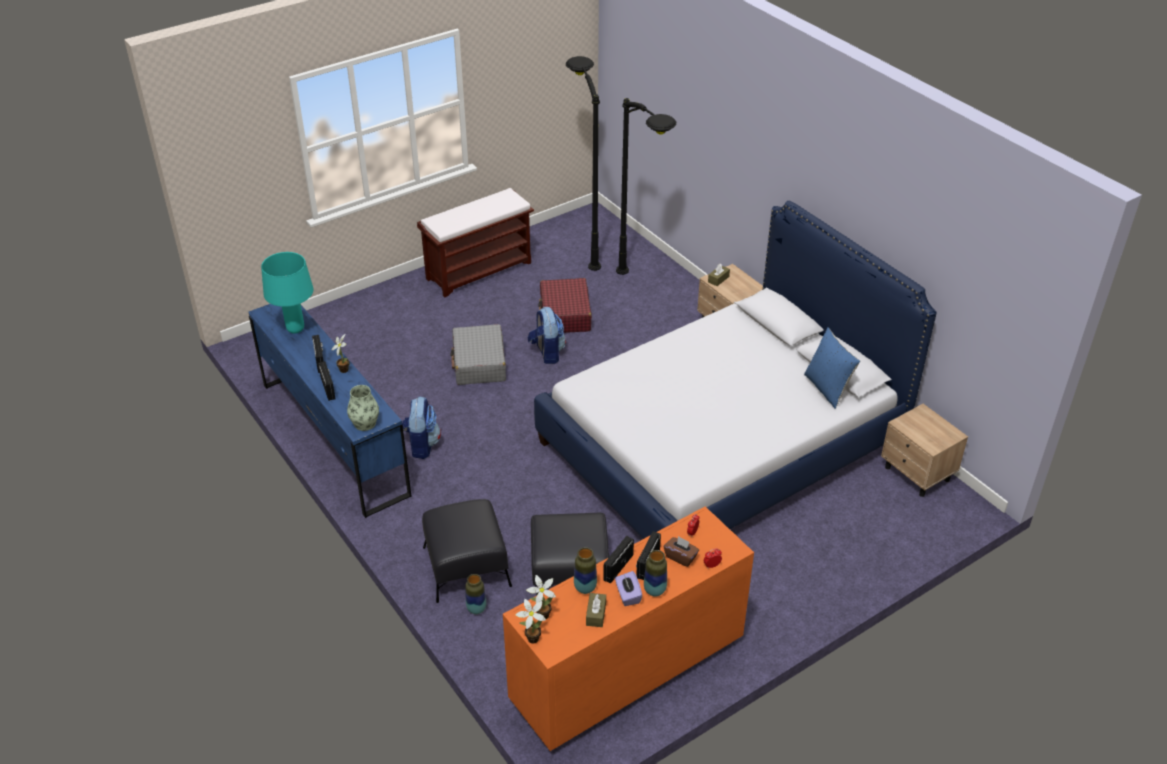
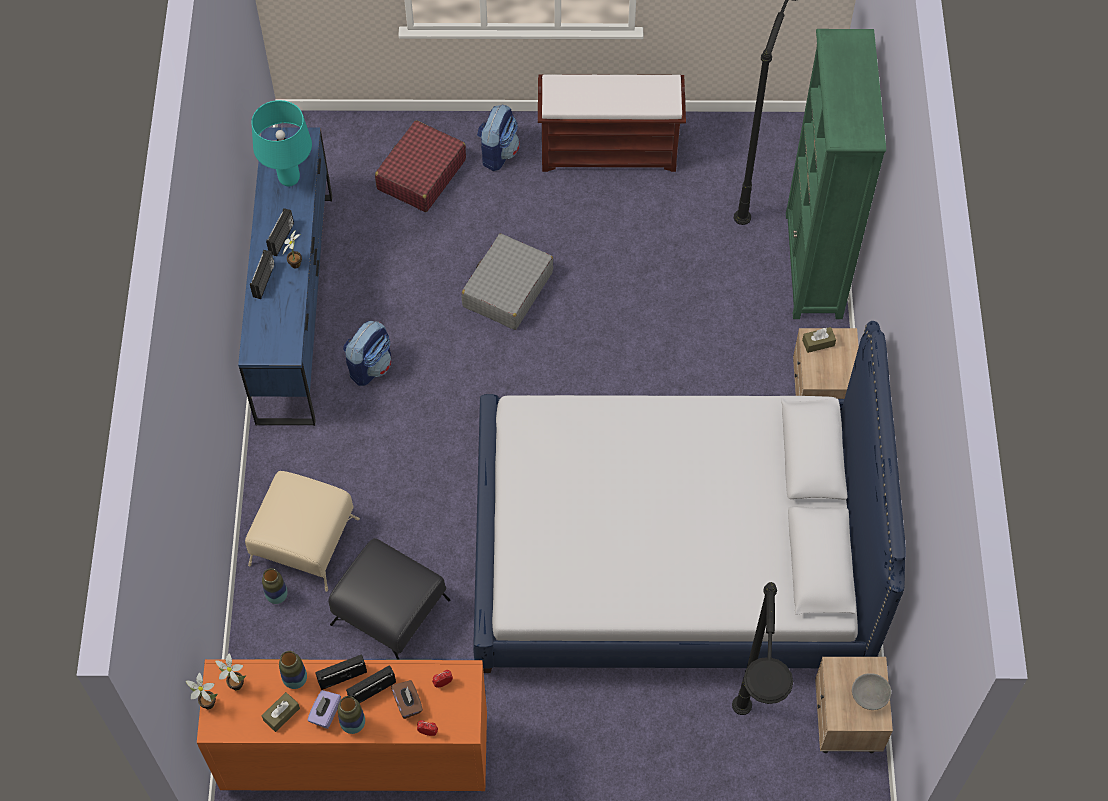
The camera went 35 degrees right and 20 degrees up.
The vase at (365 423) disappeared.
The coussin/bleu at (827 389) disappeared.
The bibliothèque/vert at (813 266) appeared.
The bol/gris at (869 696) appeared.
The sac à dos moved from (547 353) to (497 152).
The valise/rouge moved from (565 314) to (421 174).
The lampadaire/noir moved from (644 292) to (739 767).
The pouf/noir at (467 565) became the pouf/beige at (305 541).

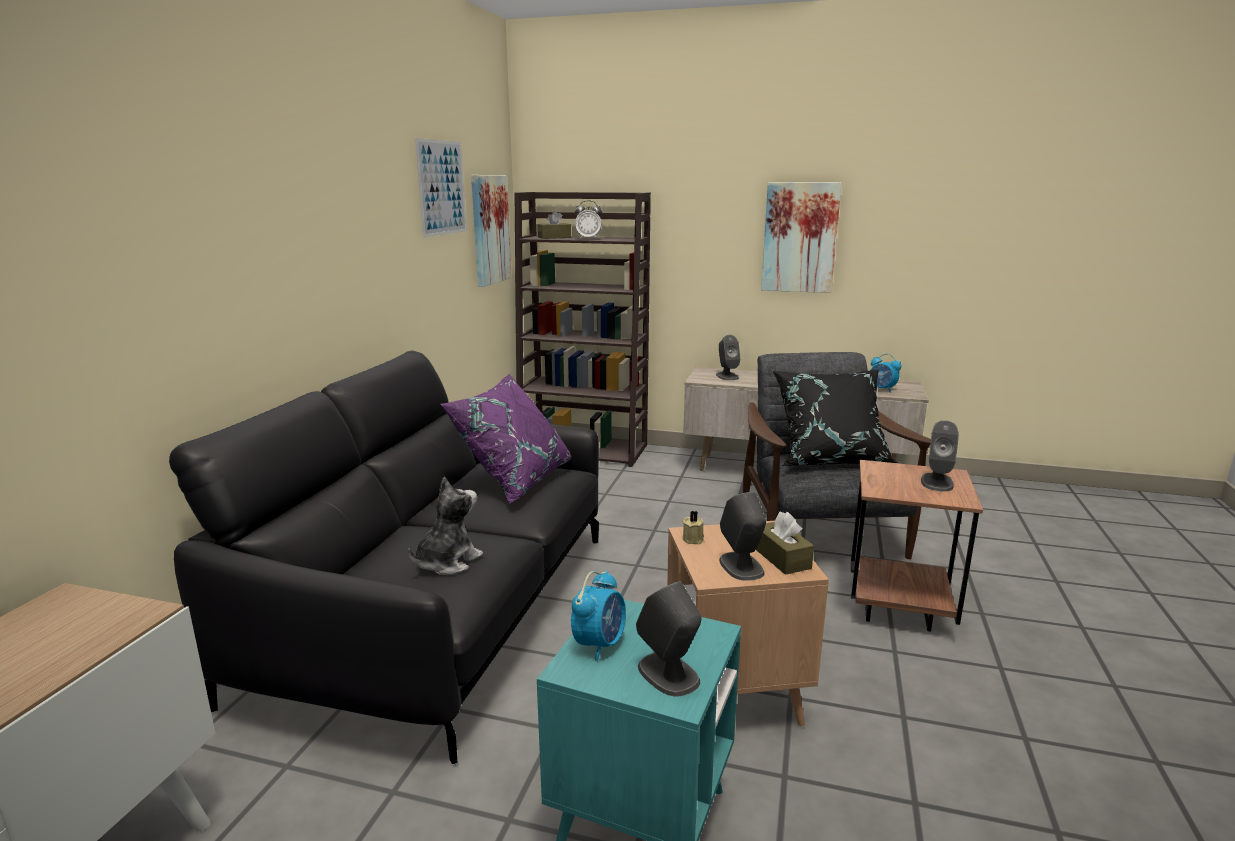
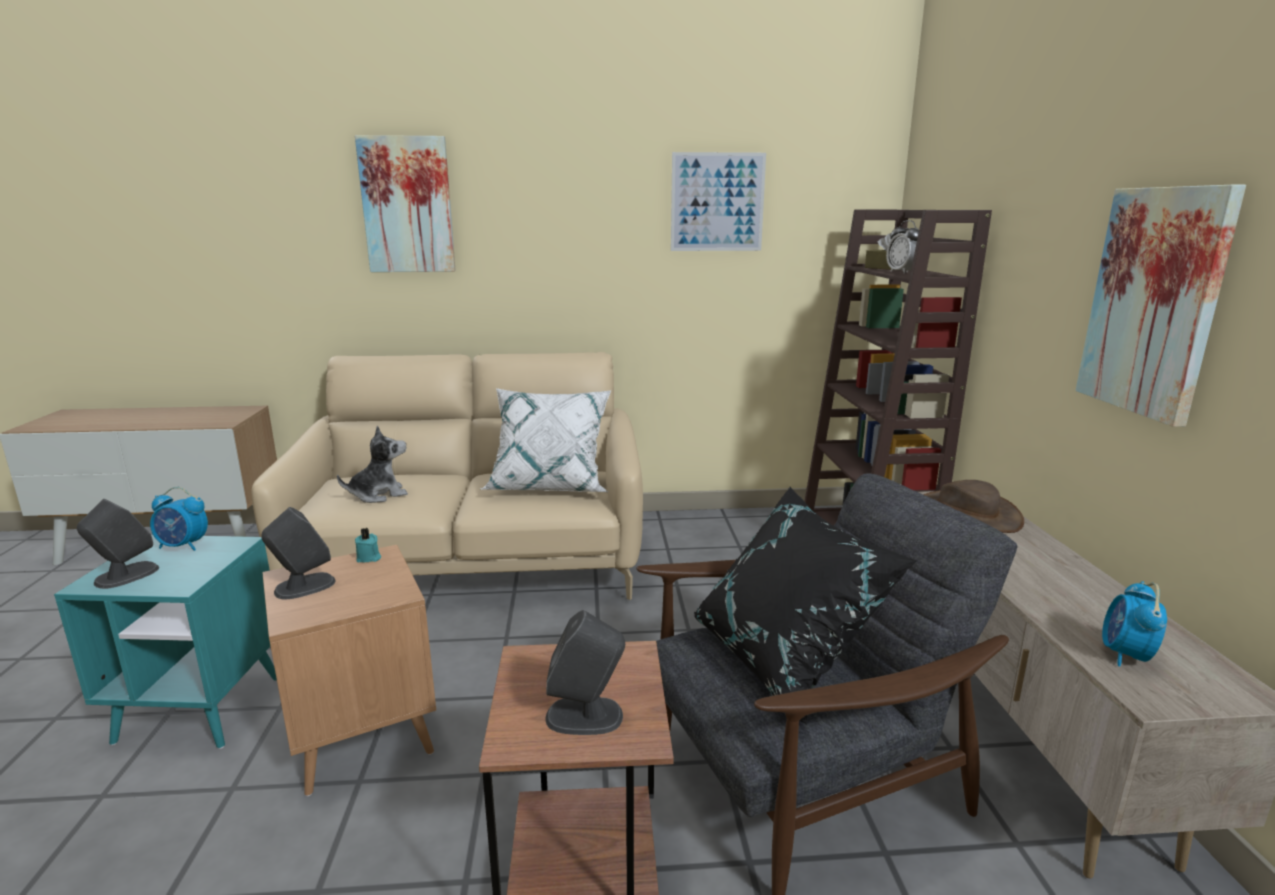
The camera went 70 degrees right and 0 degrees up.
The boîte à mouchoirs/marron at (781 558) disappeared.
The tableau moved from (489 229) to (407 205).
The enceinte/gris at (727 376) was replaced by the chapeau/marron at (966 513).
The canapé/noir at (440 612) became the canapé/beige at (473 559).
The coussin/violet at (514 480) became the coussin/blanc at (550 485).
The bougie/beige at (694 539) became the bougie/turquoise at (369 558).
The peluche at (447 562) turned 45 degrees counterclockwise.

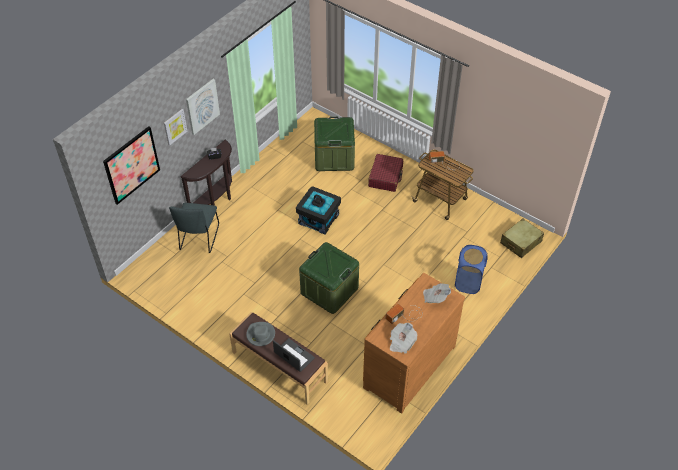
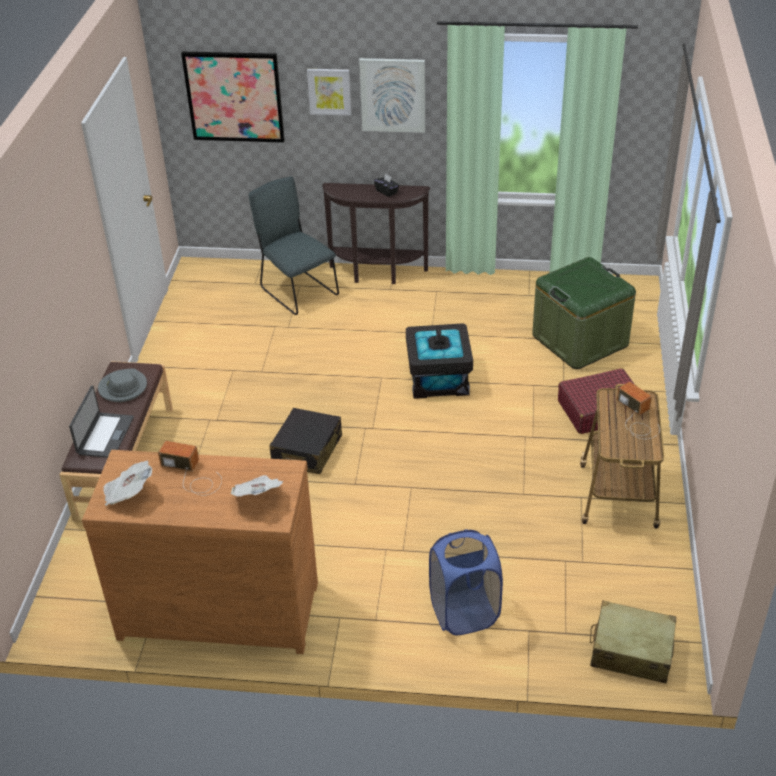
The camera went 60 degrees right and 10 degrees down.
The boîte de rangement/vert at (329 290) was replaced by the valise/noir at (307 450).
The chaise/gris at (198 239) turned 75 degrees clockwise.

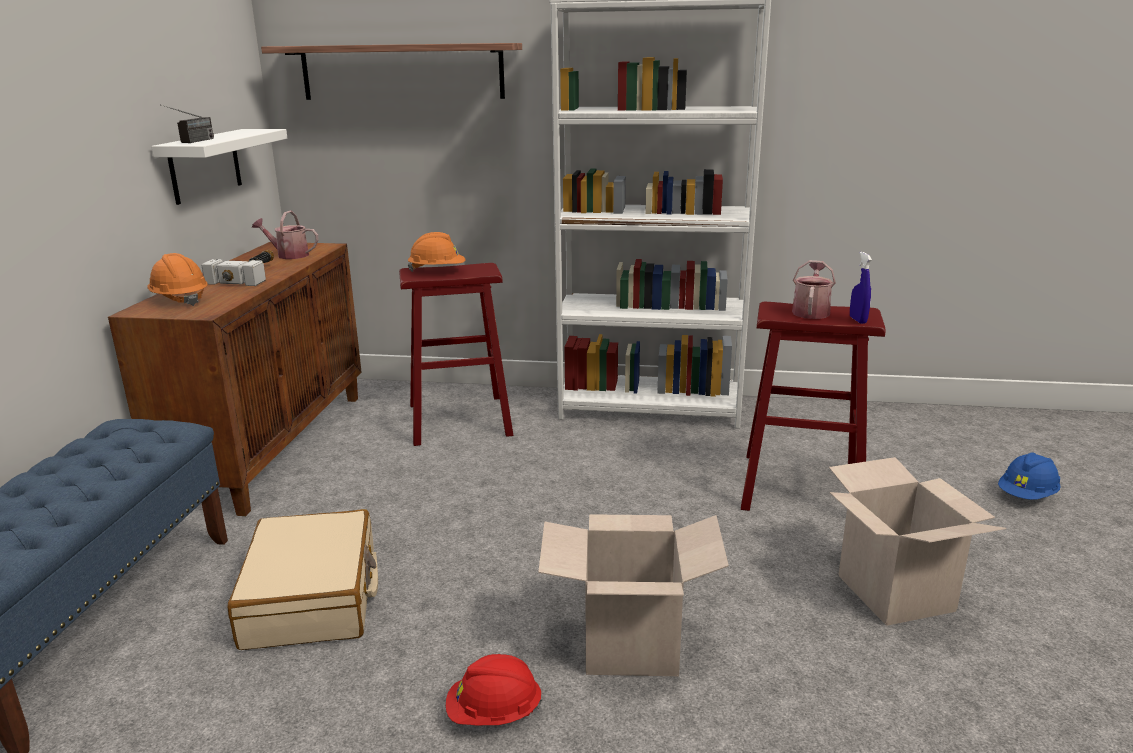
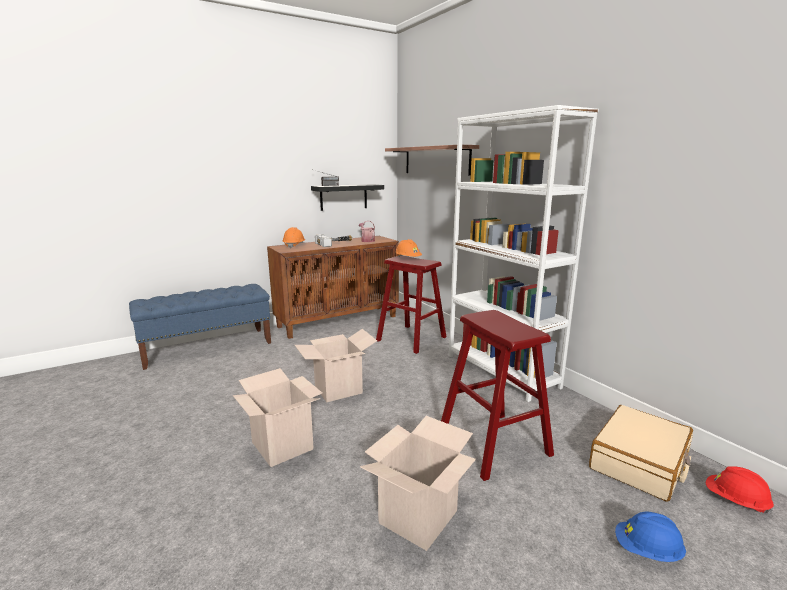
The camera went 50 degrees right and 5 degrees down.
The arrosoir at (811 311) disappeared.
The vaporisateur/bleu at (857 320) disappeared.
The carton at (338 389) appeared.
The valise/beige moved from (312 597) to (639 462).
The casque de chantier/rouge moved from (494 713) to (735 501).
The étagère/blanc at (205 165) became the étagère/noir at (343 197).

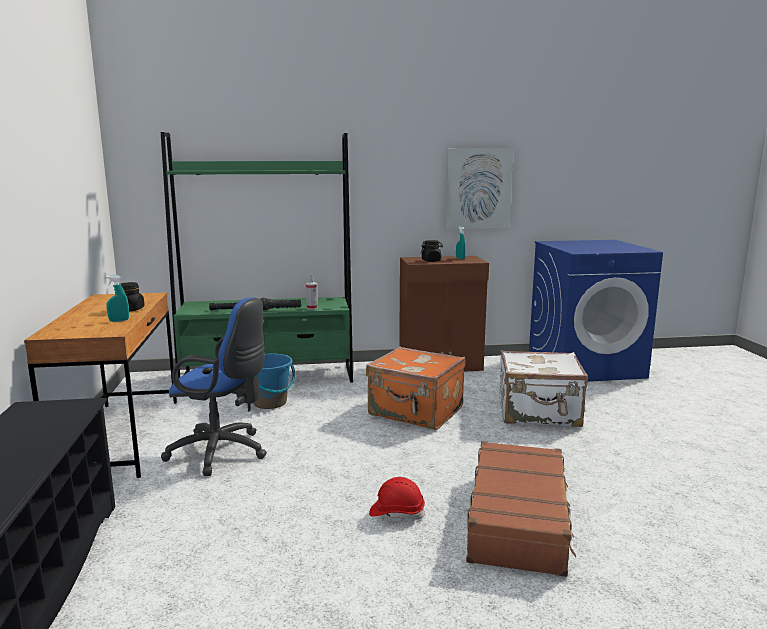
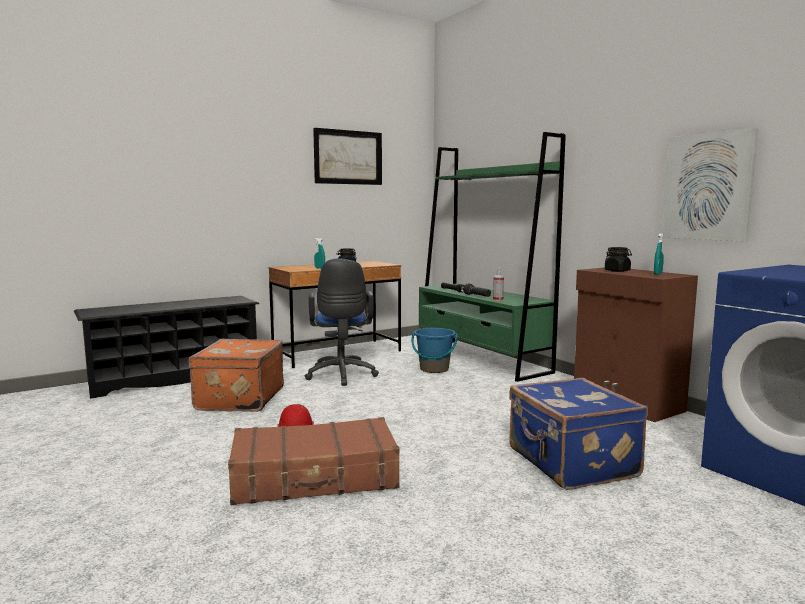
The camera went 65 degrees right and 5 degrees down.
The tableau at (348 157) appeared.
The valise/orange moved from (416 412) to (238 399).
The valise/blanc at (539 413) became the valise/bleu at (570 463).

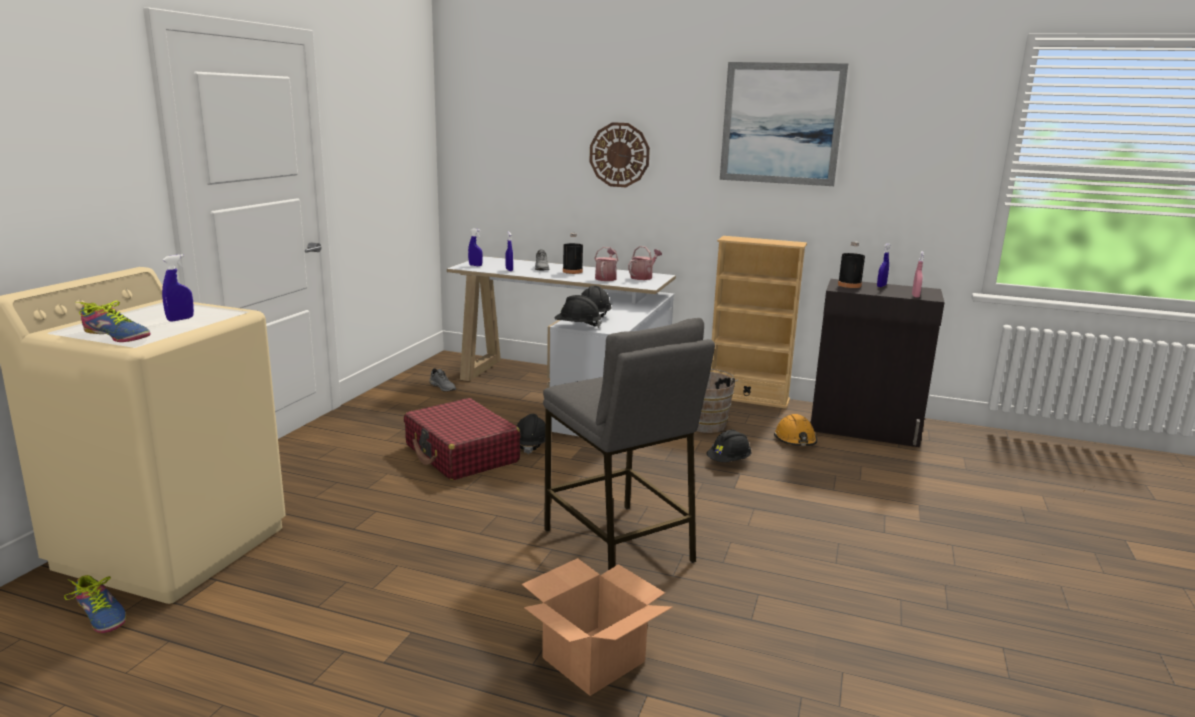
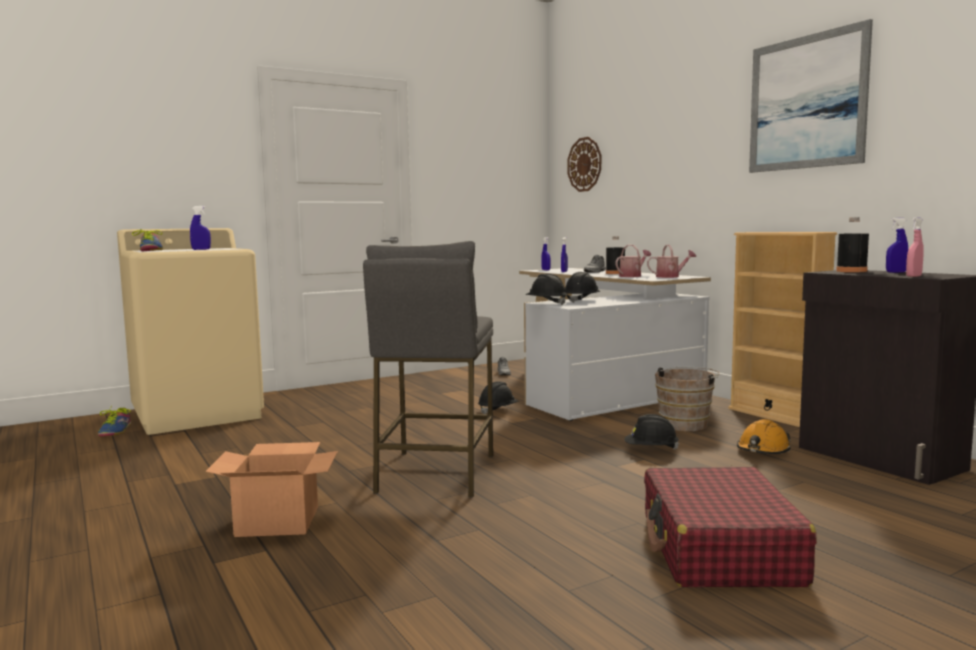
The camera went 40 degrees right and 10 degrees down.
The valise/rouge moved from (461 454) to (719 550).
The horloge murale moved from (619 155) to (584 164).

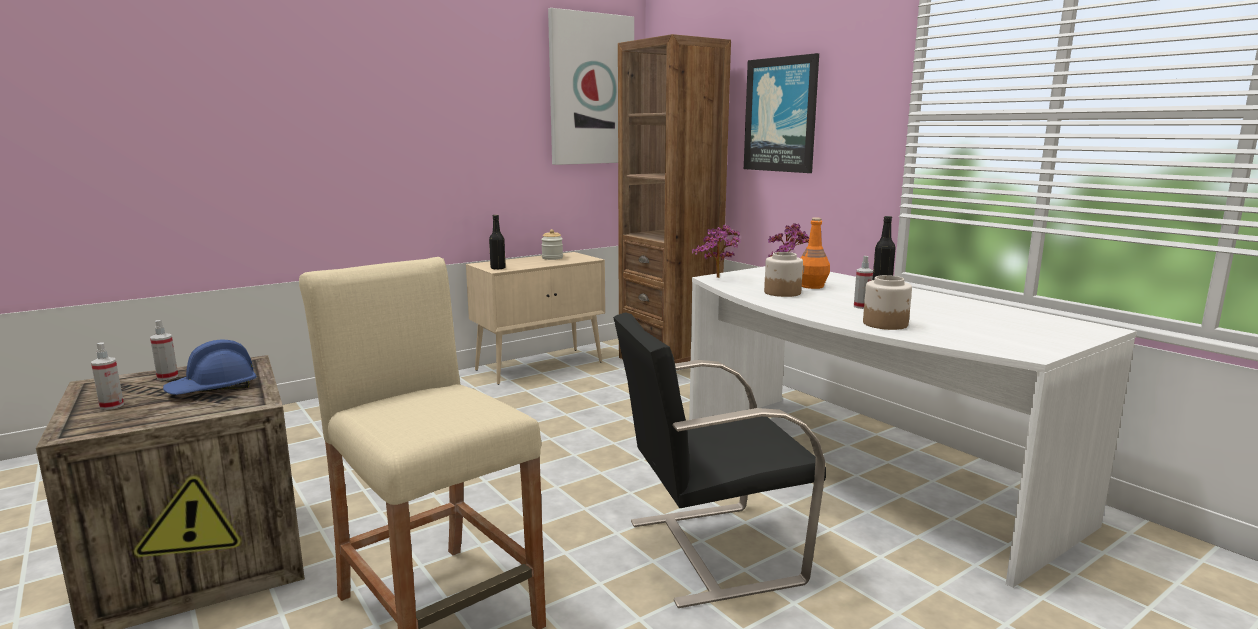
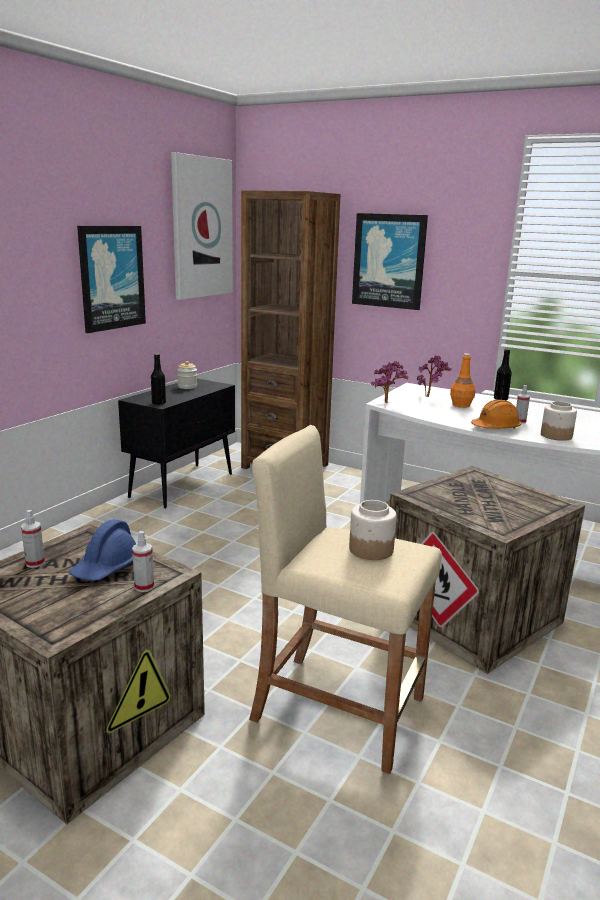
The camera went 25 degrees left and 5 degrees up.
The tableau at (111 277) appeared.
The casque de chantier/orange at (496 428) appeared.
The vaporisateur moved from (111 406) to (144 587).
The bocal moved from (782 292) to (370 549).
The chaise/noir at (709 551) was replaced by the caisse at (468 616).
The meuble de rangement/beige at (540 366) became the meuble de rangement/noir at (183 485).

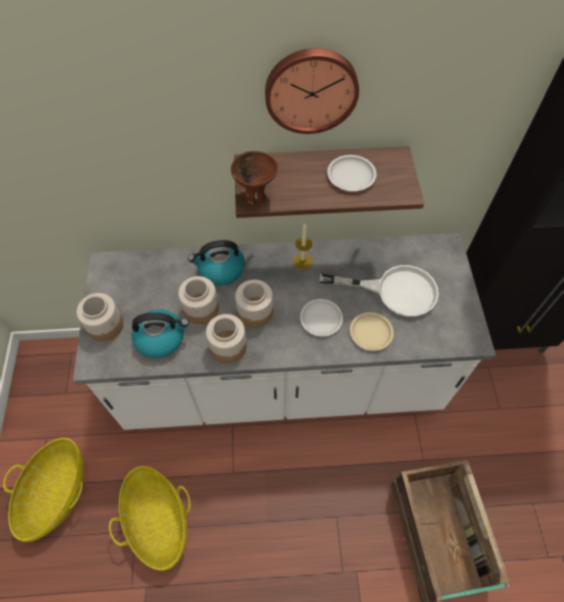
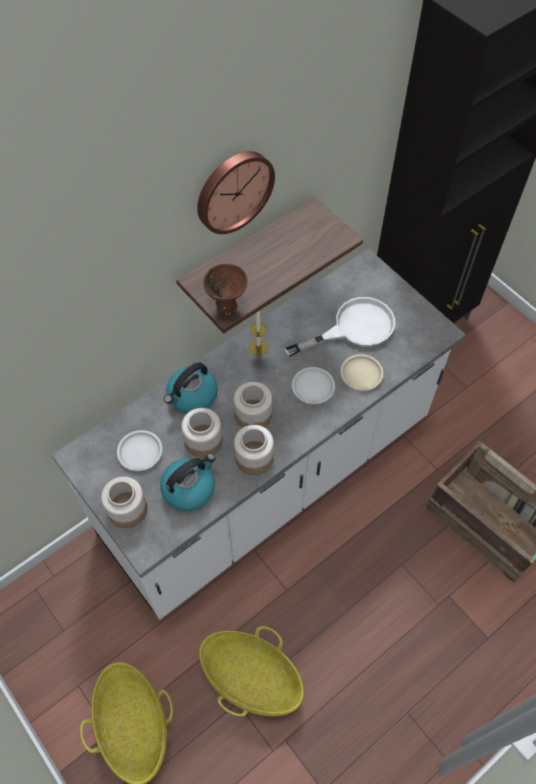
The camera went 35 degrees left and 0 degrees up.
The assiette/blanc moved from (351 176) to (140 452).

